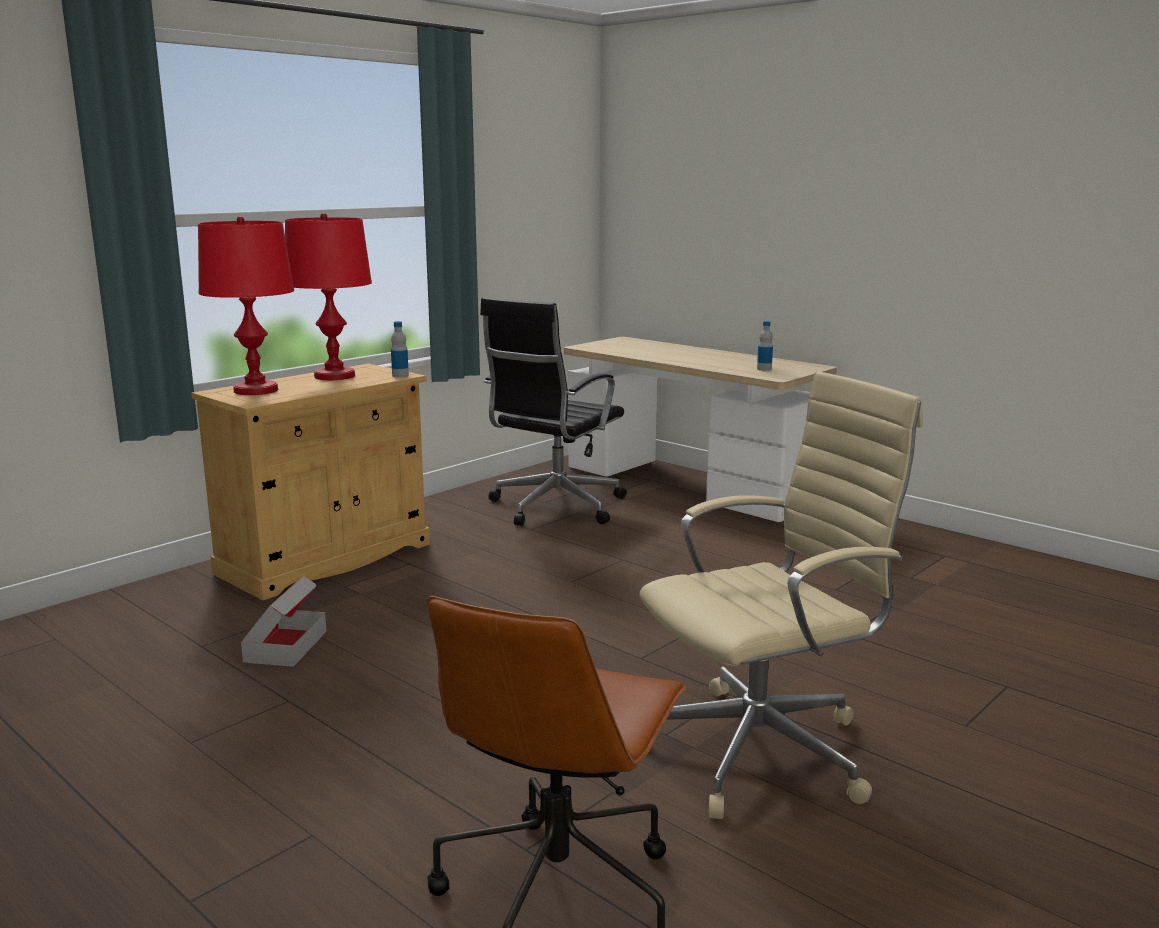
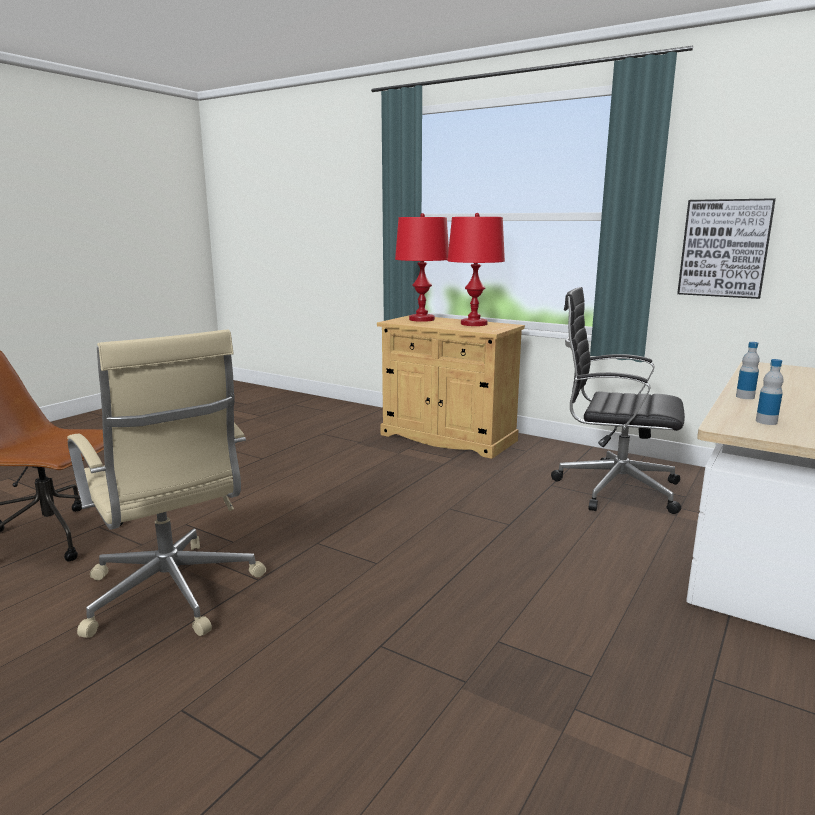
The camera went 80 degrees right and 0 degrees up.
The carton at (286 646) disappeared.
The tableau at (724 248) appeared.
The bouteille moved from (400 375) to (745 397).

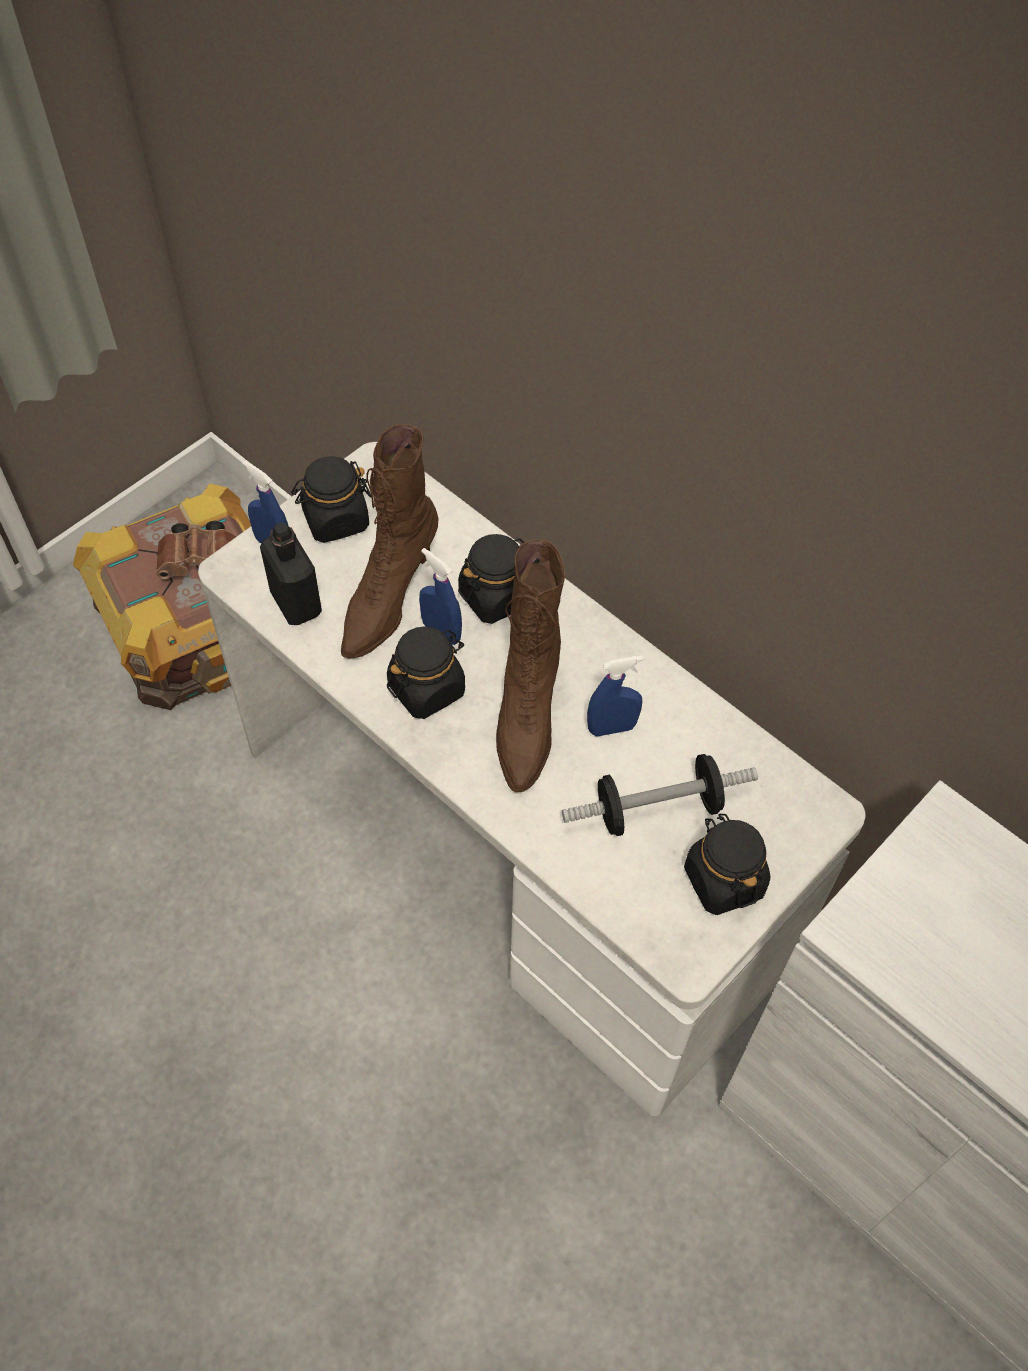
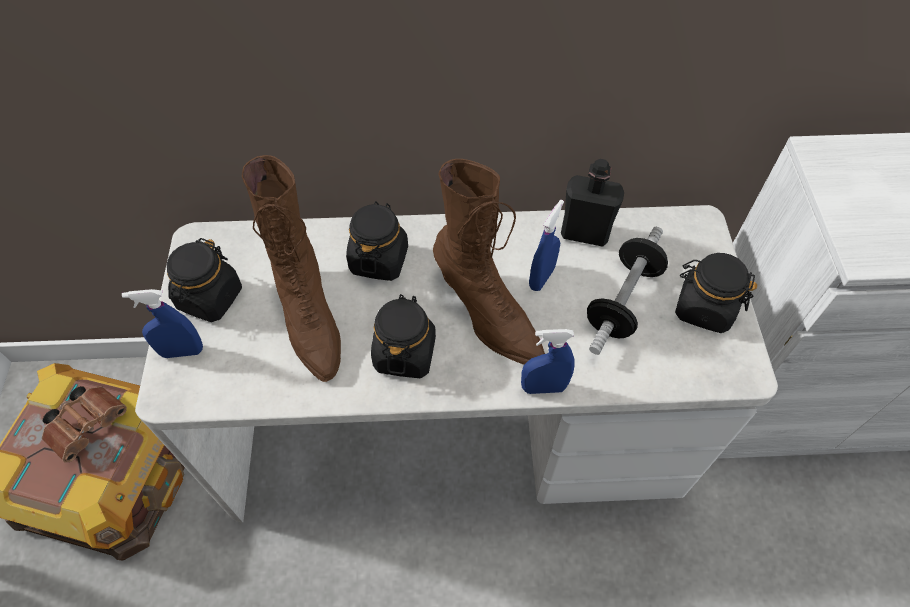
The camera went 45 degrees left and 0 degrees up.
The bouteille/noir moved from (296 603) to (584 233).
The vaporisateur/bleu moved from (441 632) to (543 387).

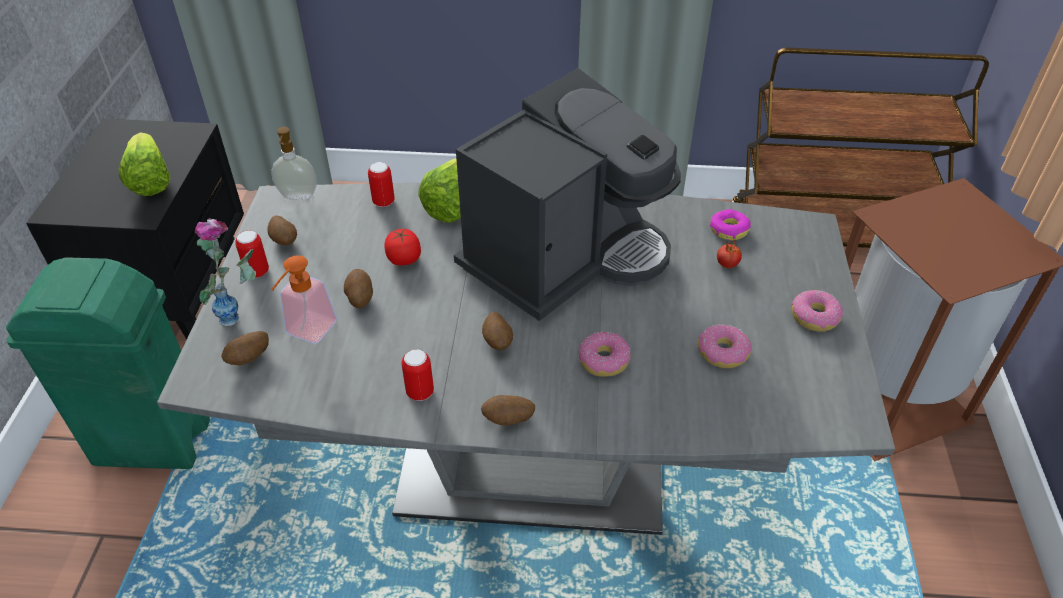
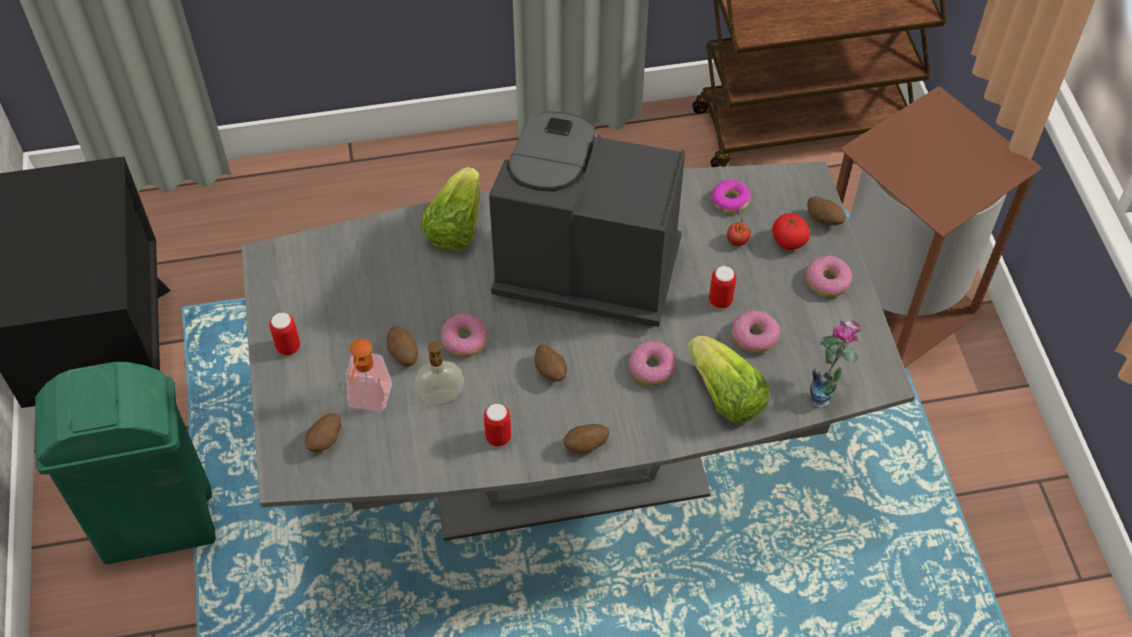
The camera went 15 degrees left and 10 degrees up.
The beignet at (464 340) appeared.
The laitue moved from (150 180) to (725 395).
The vase moved from (243 314) to (828 391).
The pomme de terre moved from (285 241) to (824 219).
The distributeur de savon moved from (298 197) to (441 398).
The boîte métallique moved from (383 202) to (720 301).
The tomate moved from (404 259) to (788 241).
The machine à café at (565 256) turned 105 degrees counterclockwise.

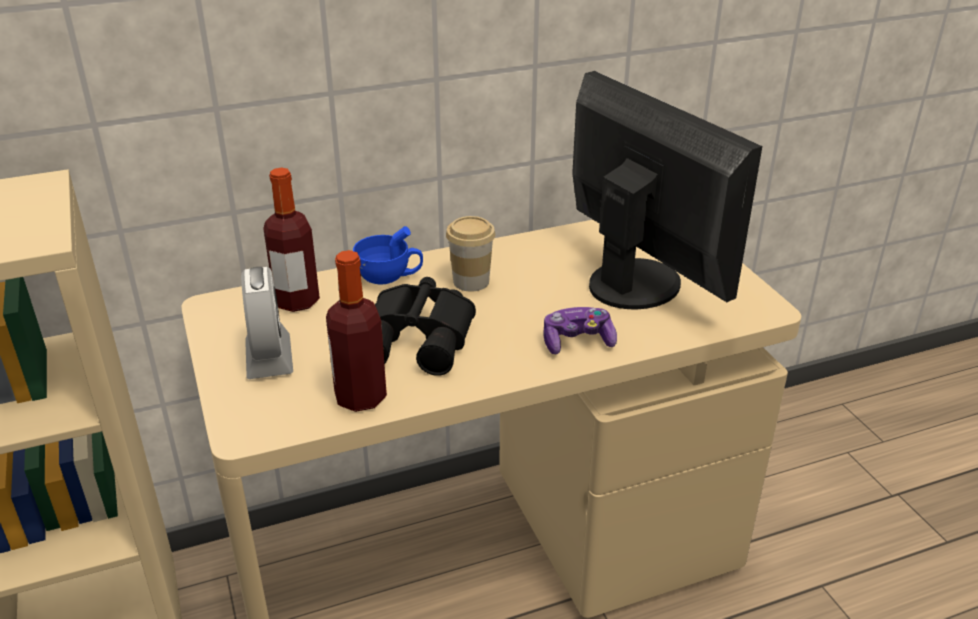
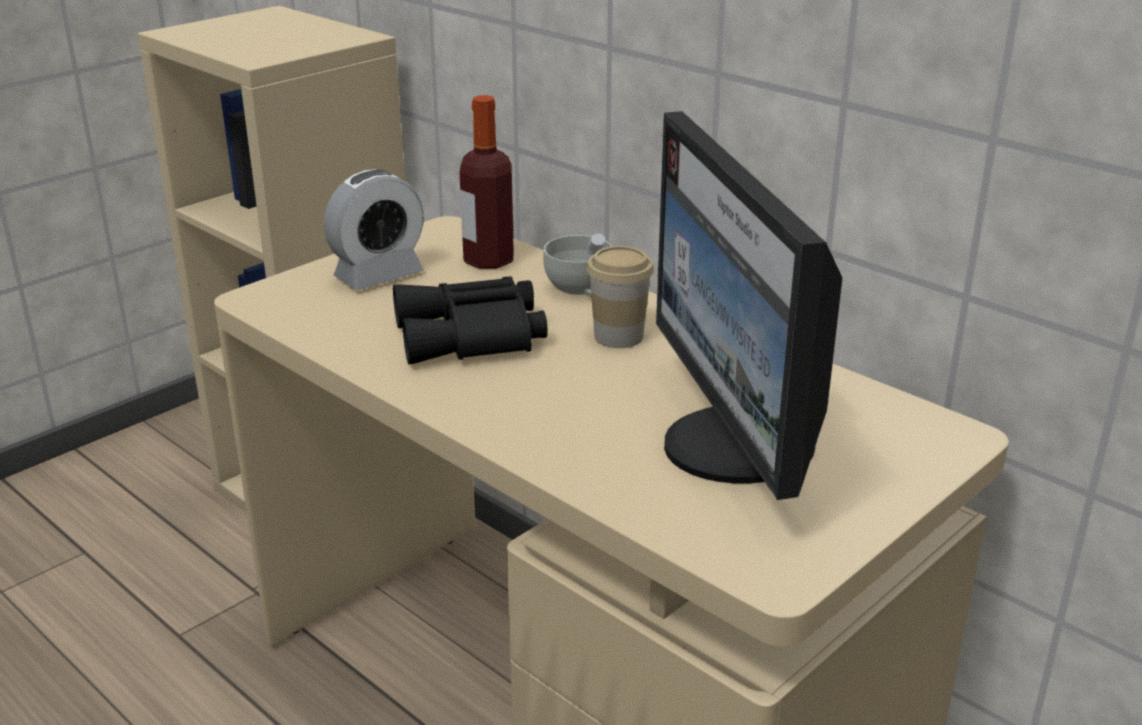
The camera went 65 degrees right and 5 degrees down.
The bouteille at (360 397) disappeared.
The manette at (577 341) disappeared.
The tasse/bleu at (389 277) became the tasse/blanc at (581 290).
The écran d'ordinateur at (636 283) turned 135 degrees clockwise.

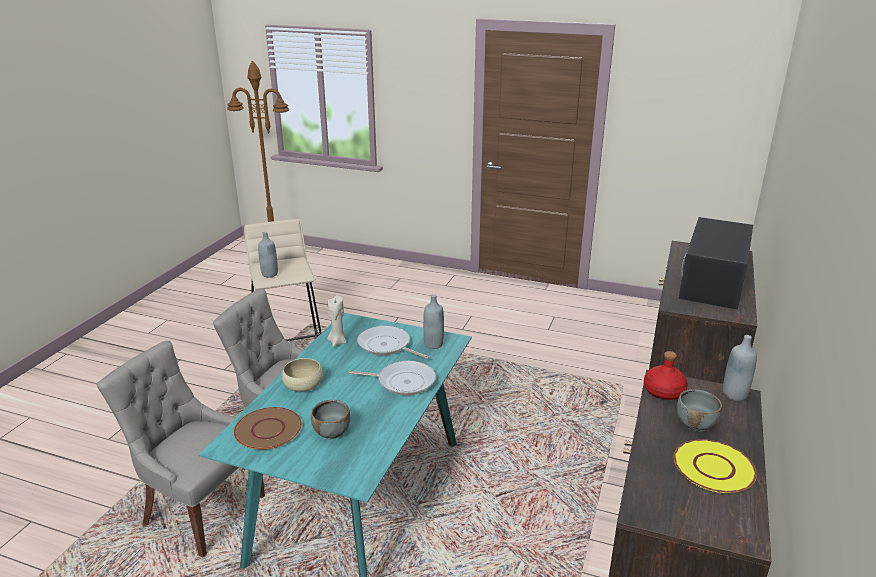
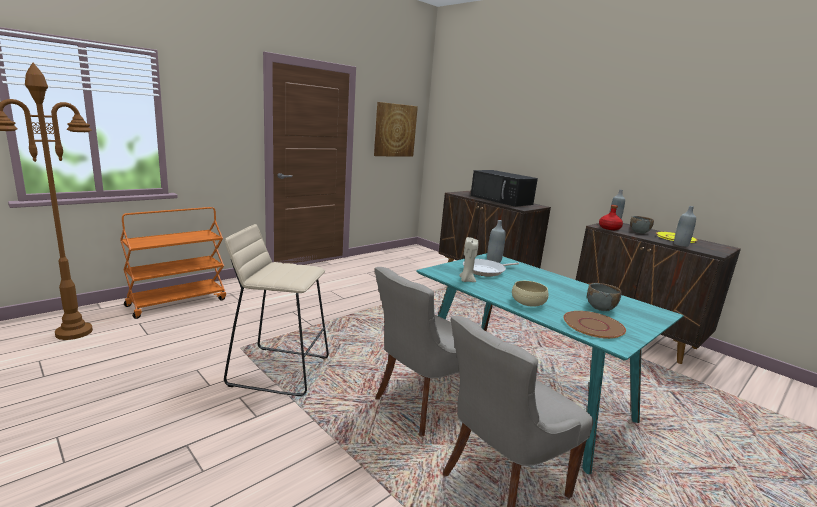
The camera went 65 degrees left and 10 degrees down.
The poêle at (403 382) disappeared.
The chariot/orange at (178 302) appeared.
The tableau at (395 130) appeared.
The bouteille/gris moved from (270 274) to (681 245).

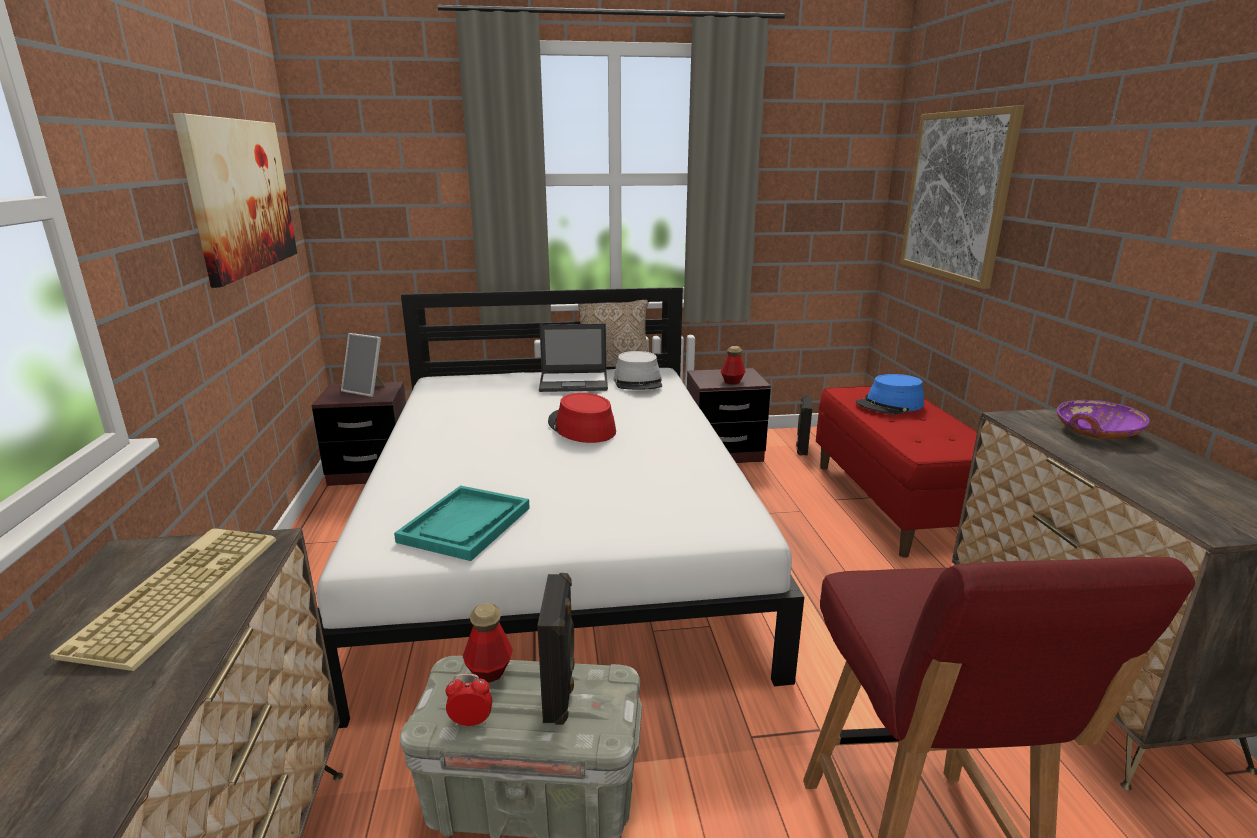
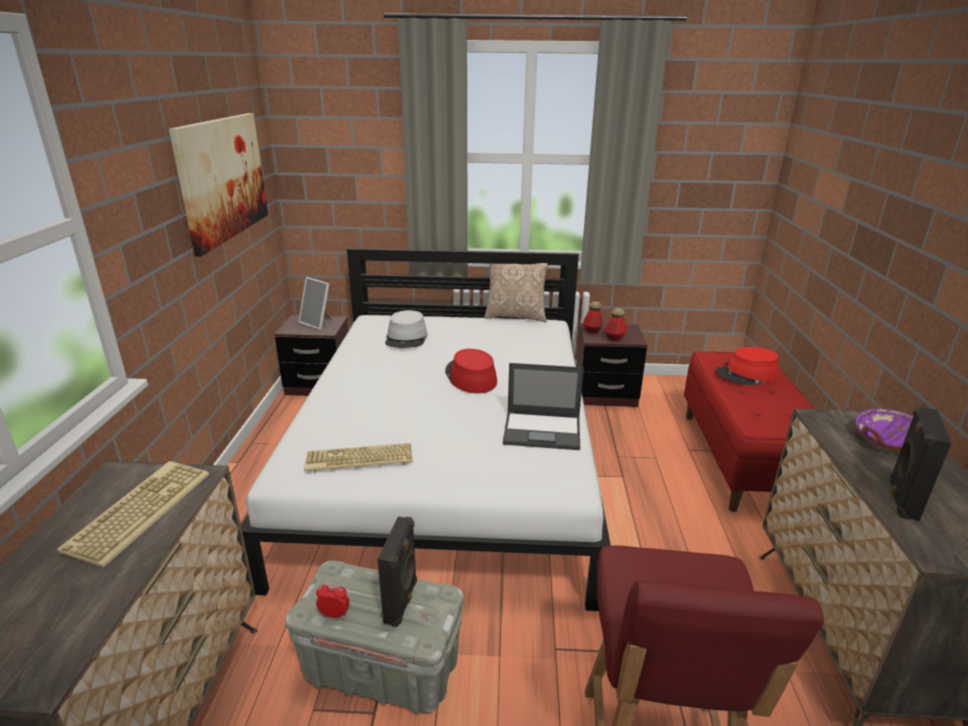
The camera went 10 degrees right and 5 degrees up.
The tableau at (956 195) disappeared.
The bouteille moved from (489 670) to (592 330).
The ordinateur portable moved from (574 382) to (543 430).
The chapeau/gris moved from (638 382) to (406 338).
The enceinte/noir moved from (801 448) to (901 499).
The plateau/turquoise at (465 525) was replaced by the clavier at (358 459).
The chapeau/bleu at (890 405) became the chapeau/rouge at (746 374).

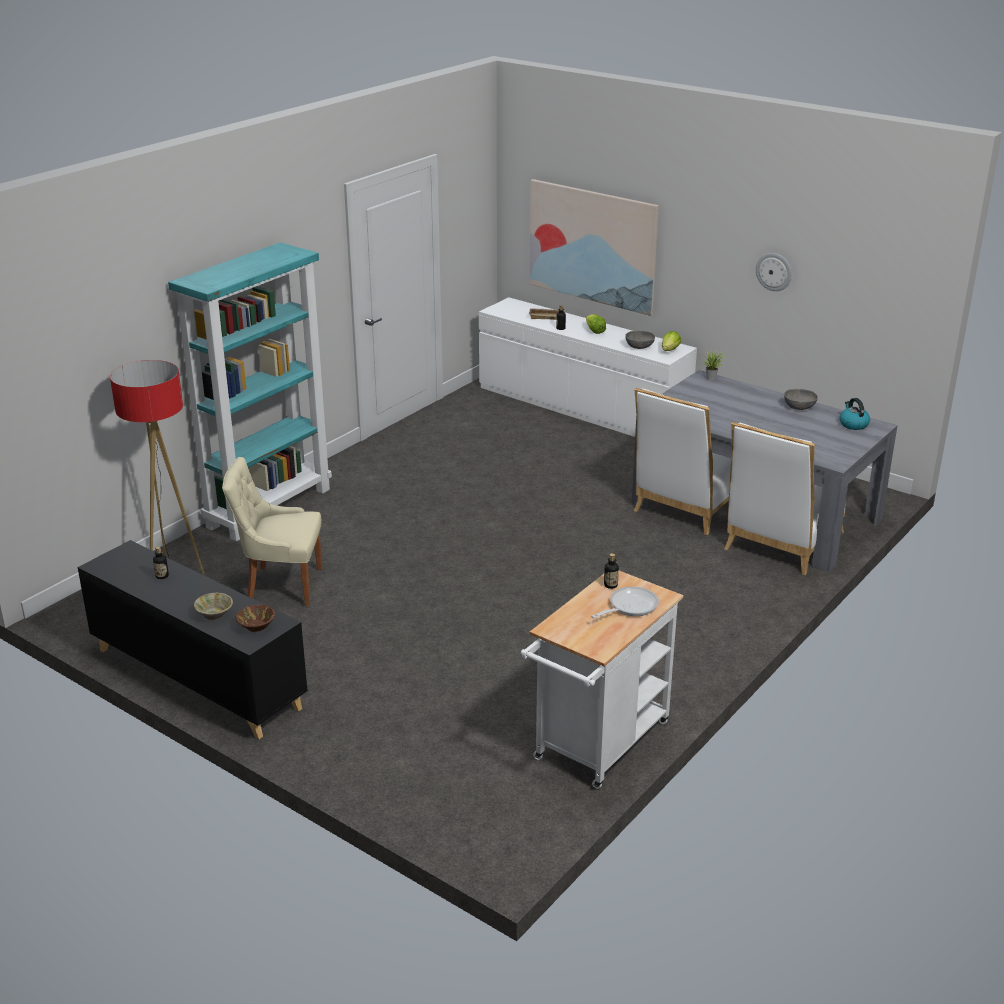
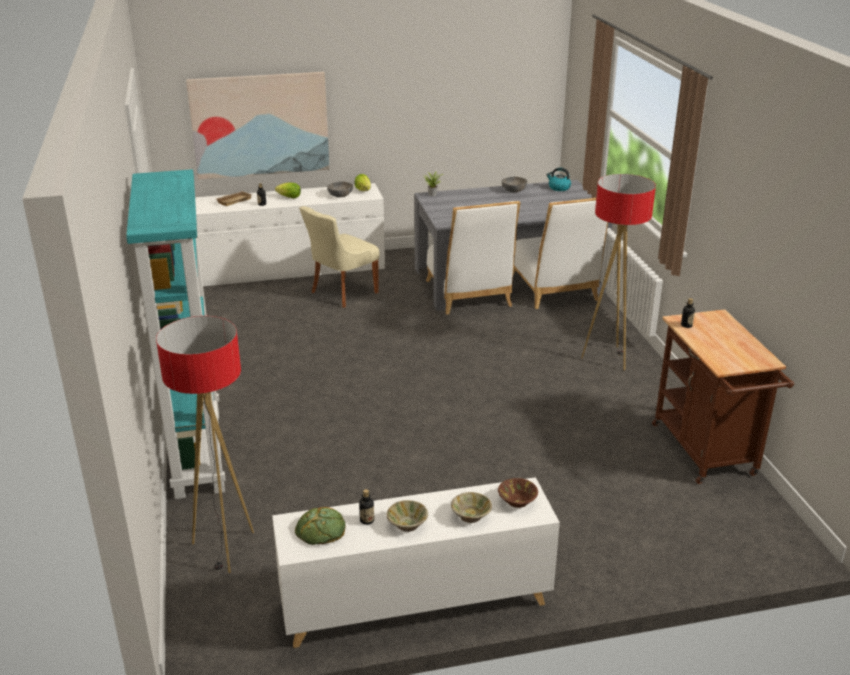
The camera went 50 degrees left and 0 degrees up.
The poêle at (629 606) disappeared.
The horloge murale at (774 271) disappeared.
The pain at (321 530) appeared.
The bol/beige at (407 524) appeared.
The lampadaire at (608 358) appeared.
The chaise/beige moved from (281 585) to (342 293).
The meuble de rangement/noir at (197 678) became the meuble de rangement/blanc at (415 603).
The chariot/blanc at (597 746) became the chariot/marron at (707 454).

